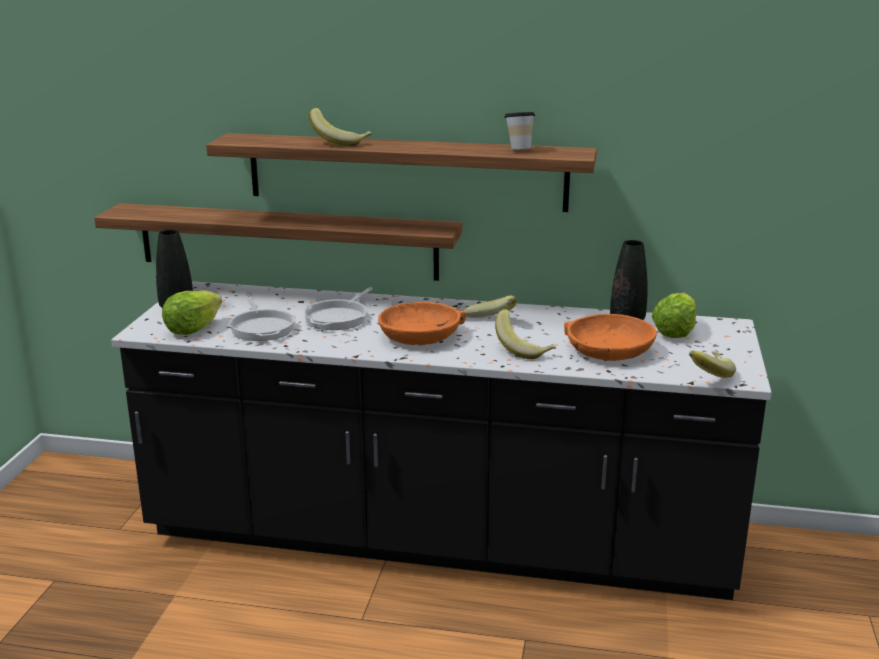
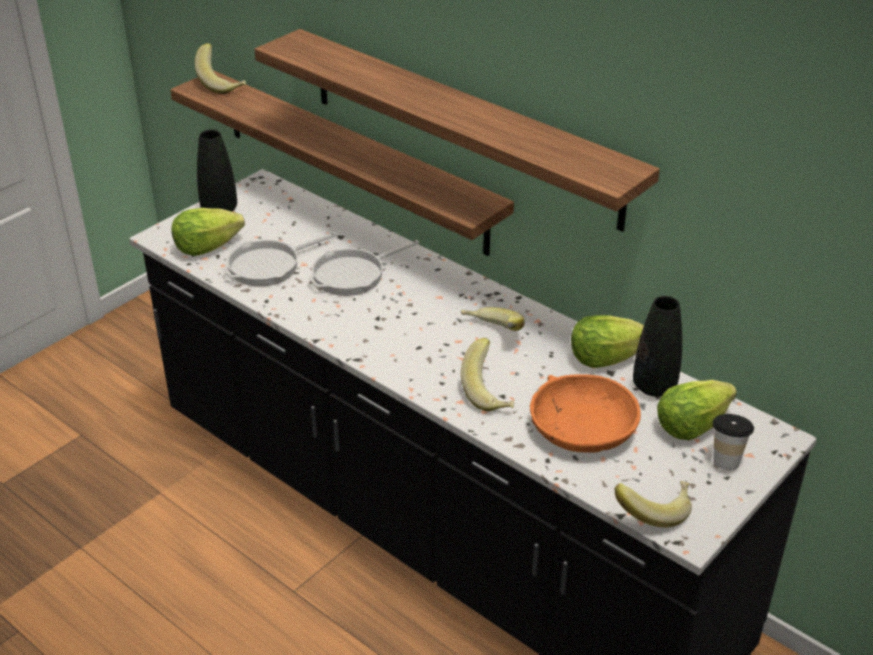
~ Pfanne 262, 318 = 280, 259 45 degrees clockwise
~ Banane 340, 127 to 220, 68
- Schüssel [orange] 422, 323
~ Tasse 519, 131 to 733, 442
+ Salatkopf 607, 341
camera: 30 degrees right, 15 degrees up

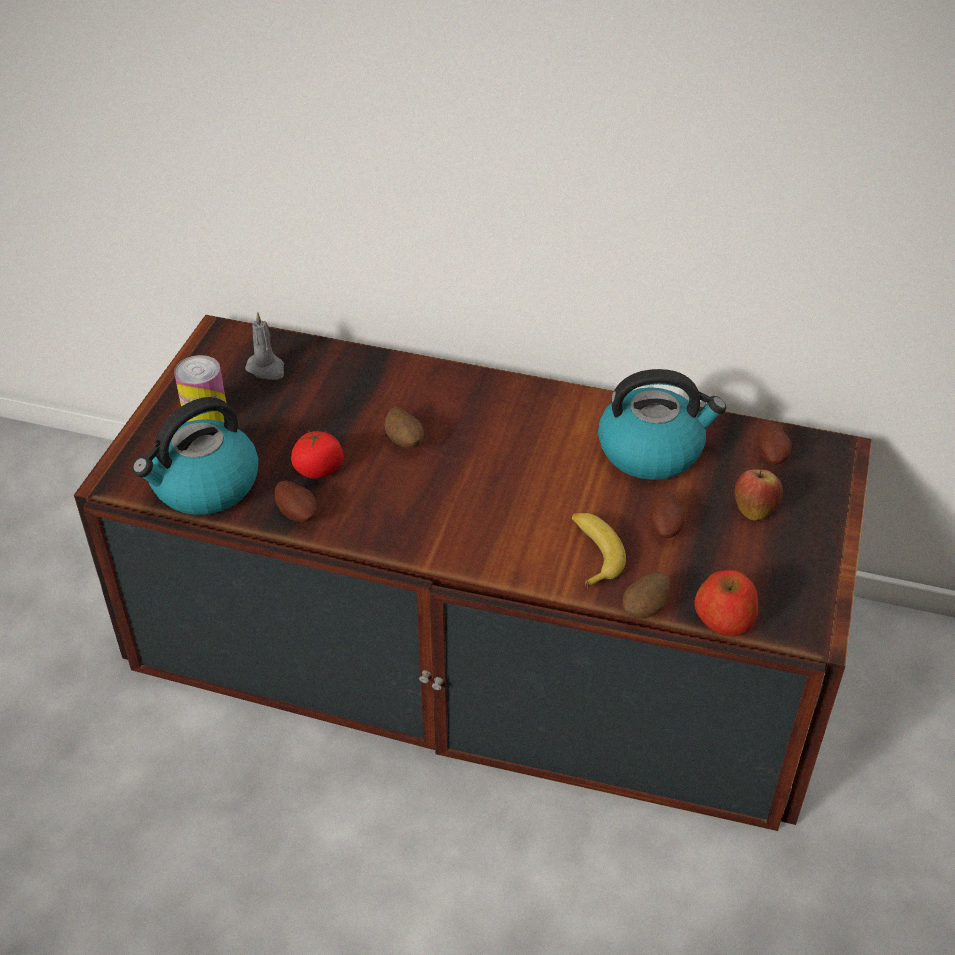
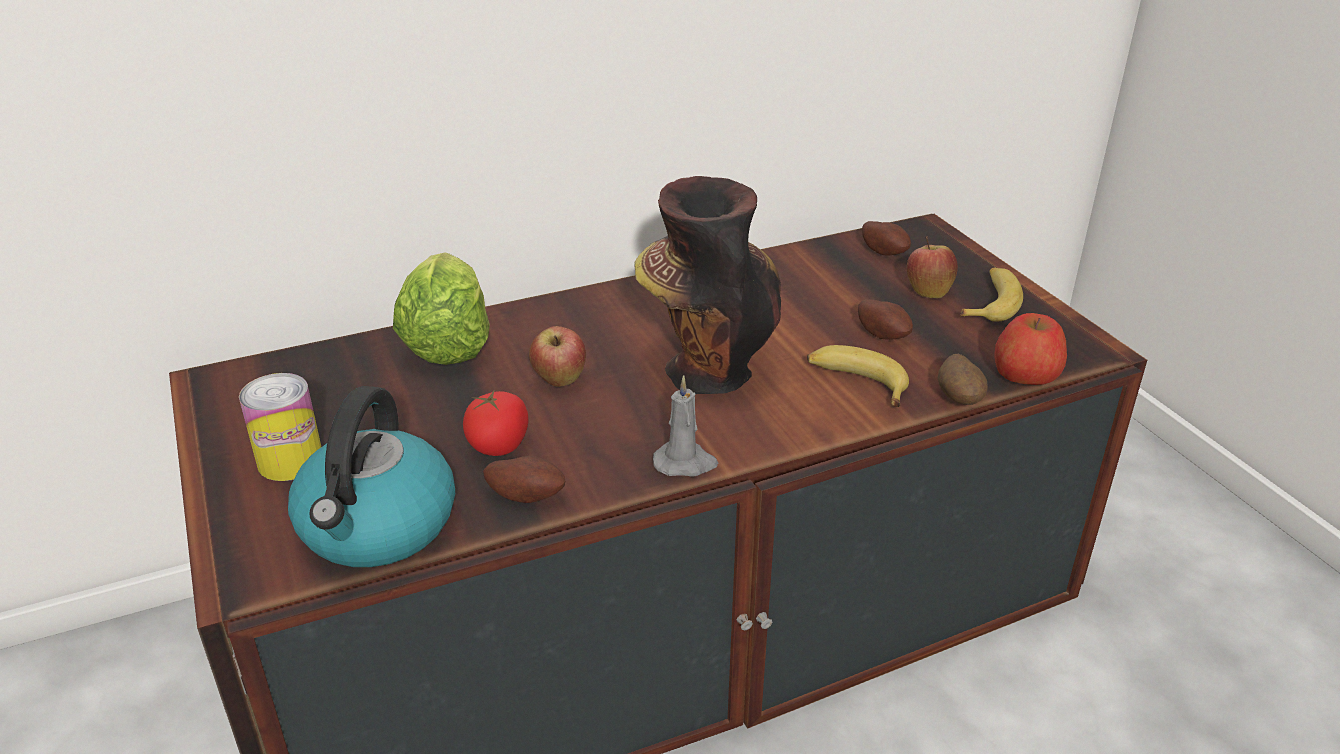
~ Kerze [grau] 264, 345 to 685, 426
~ Kartoffel 404, 427 to Apfel 557, 356
- Wasserkessel 662, 424
+ Salatkopf 441, 308
+ Vase 707, 285
+ Banane 991, 295
camera: 40 degrees left, 10 degrees down

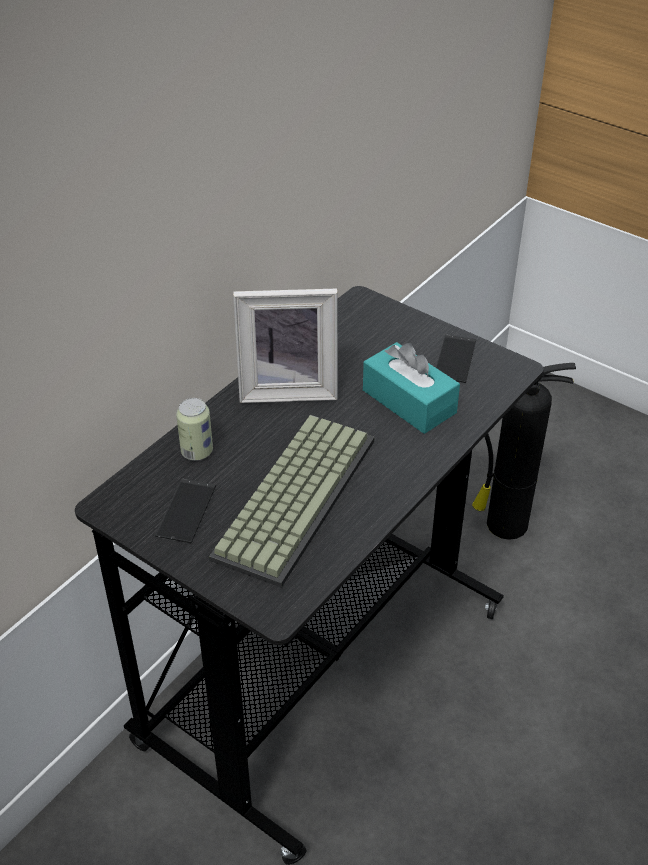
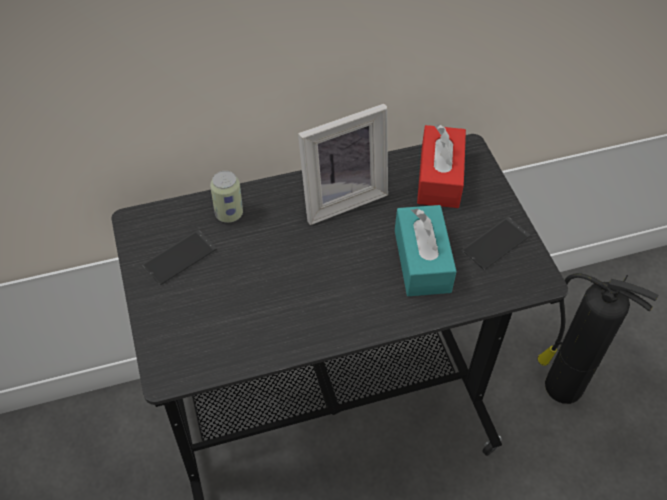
- Tastatur 292, 501
~ Bilderrahmen 285, 346 = 343, 164 60 degrees counterclockwise
+ Taschentuchbox [rot] 441, 166
camera: 35 degrees right, 10 degrees up

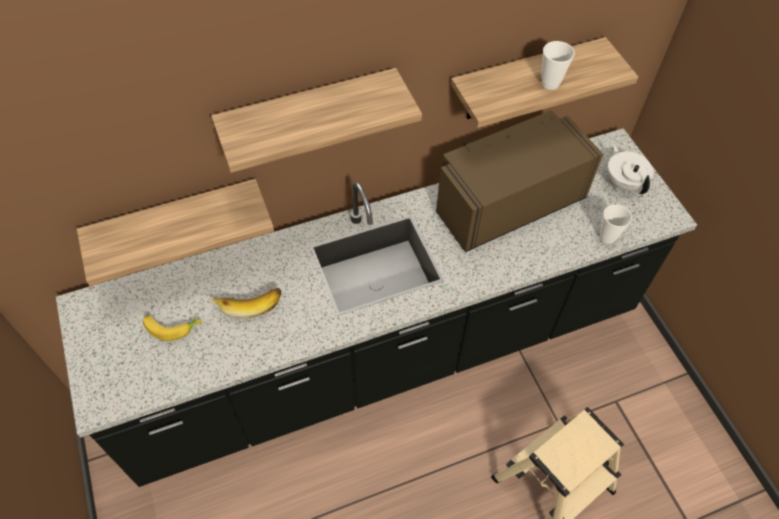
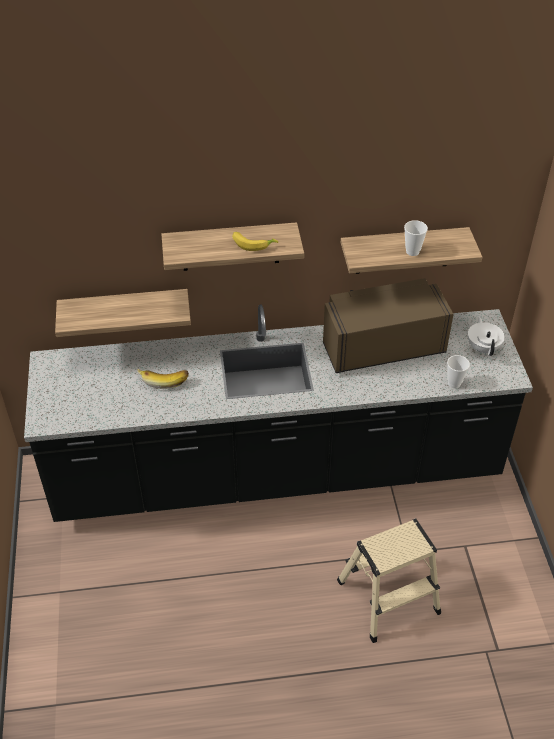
~ Banane 173, 328 to 255, 241
camera: 15 degrees right, 10 degrees down

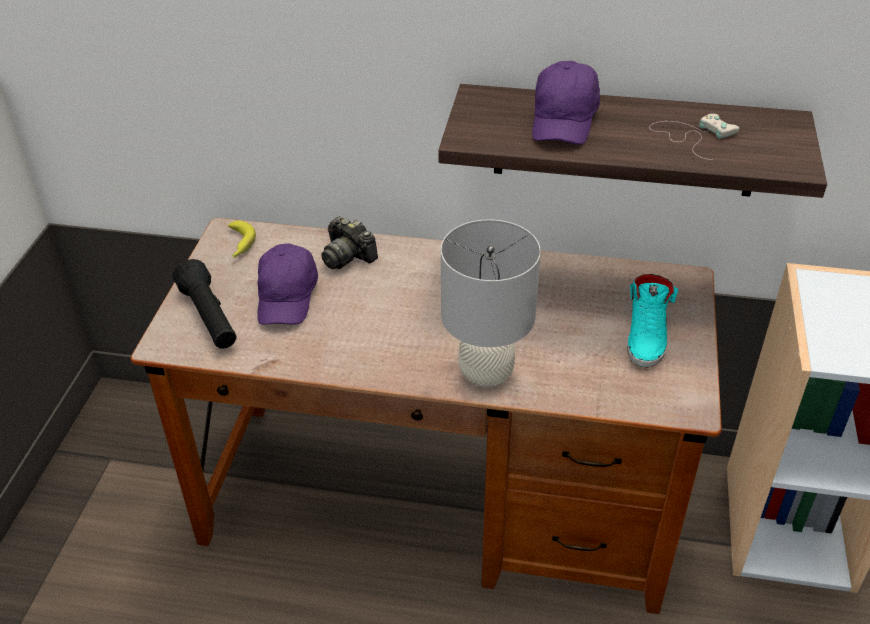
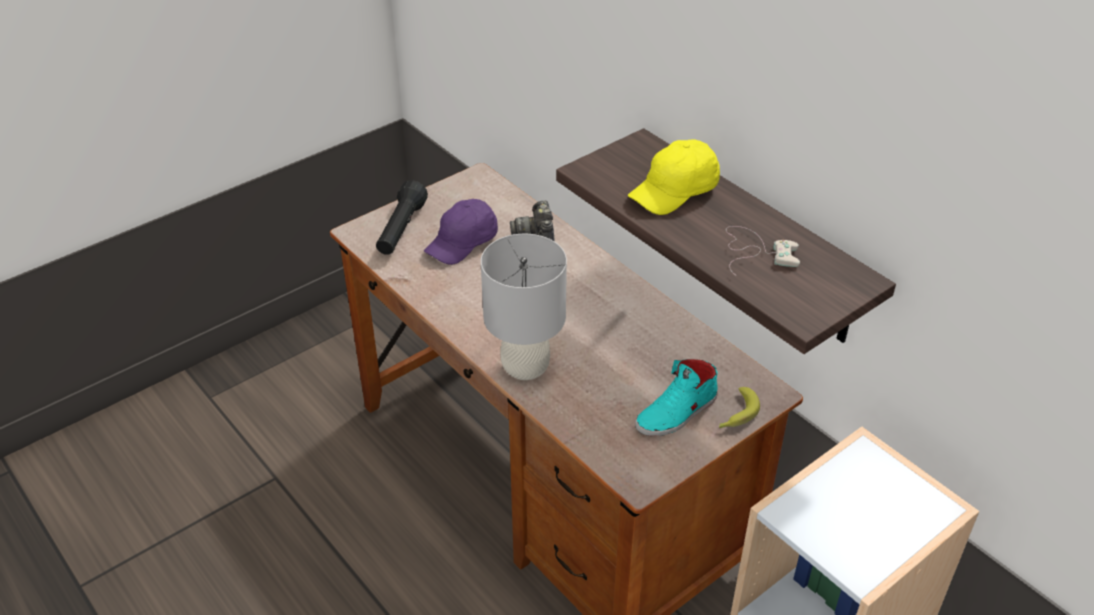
~ Banane 242, 239 to 739, 407
~ Kappe [lila] 566, 103 to Kappe [gelb] 674, 177
camera: 40 degrees right, 0 degrees up

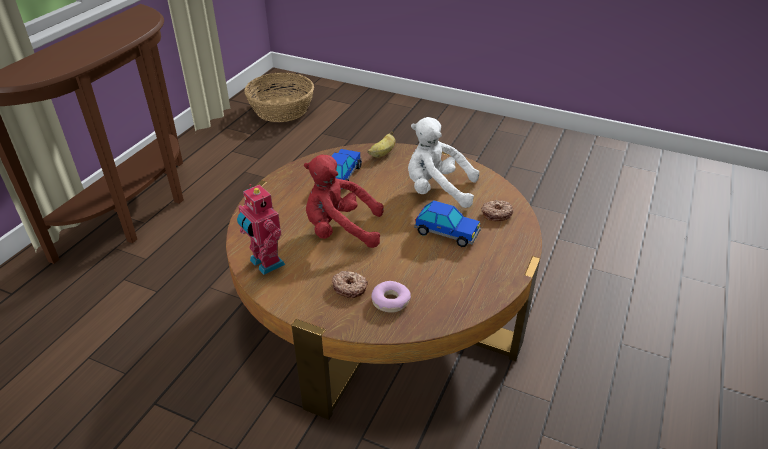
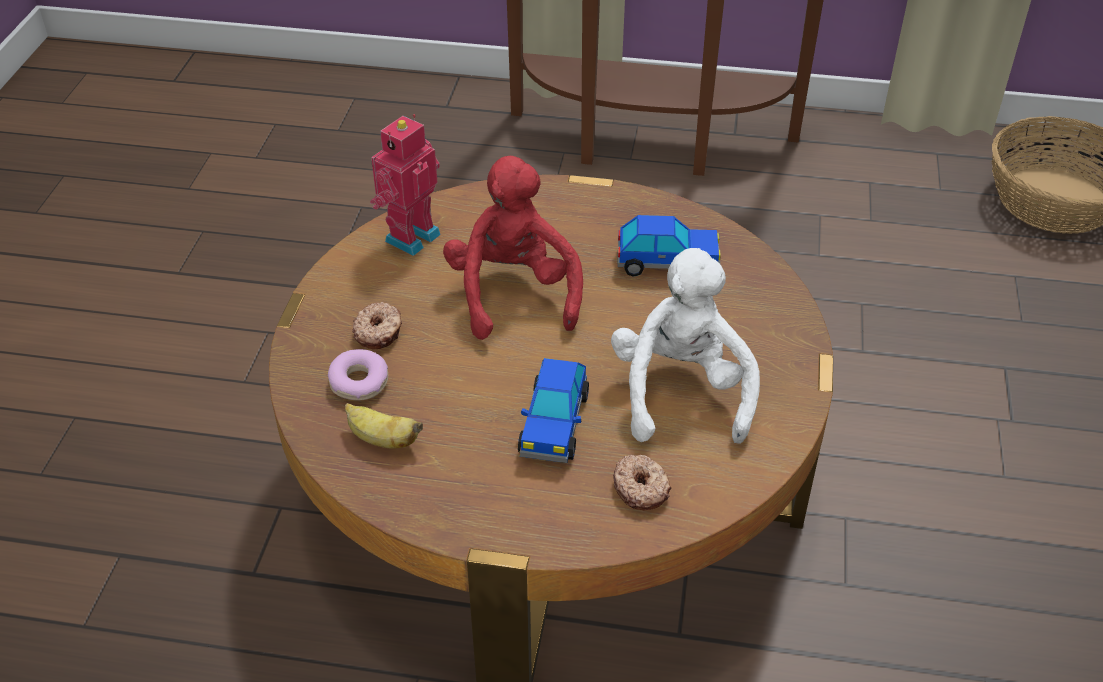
~ Banane 381, 144 to 384, 426
camera: 75 degrees right, 5 degrees up

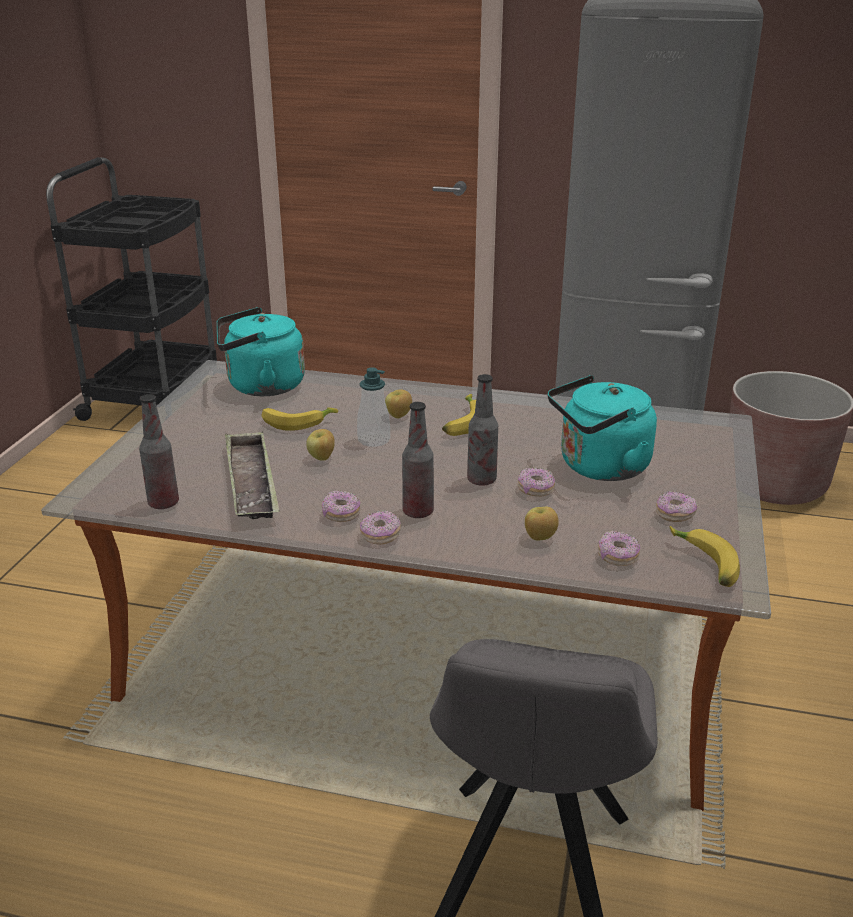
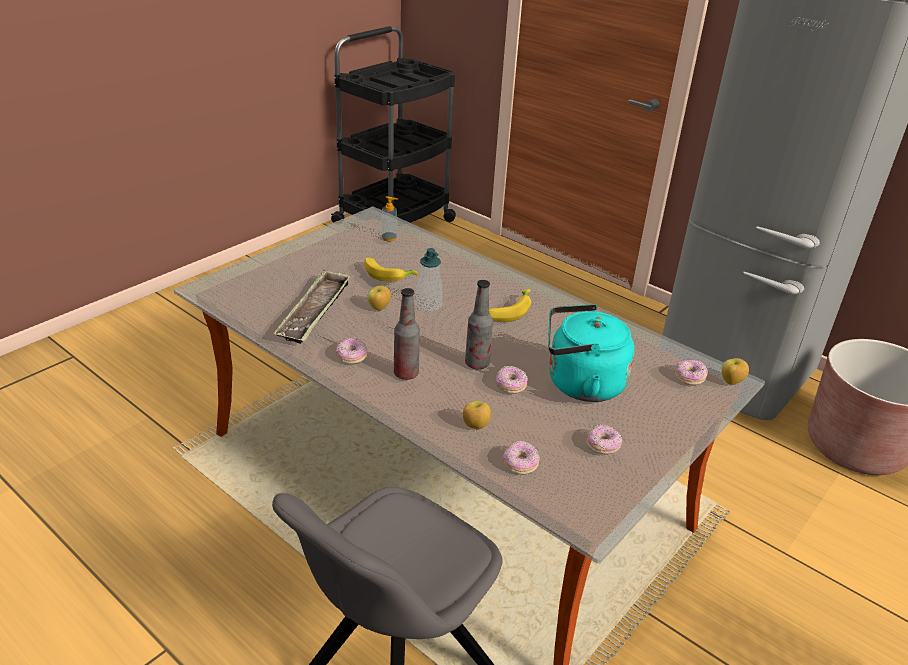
- Flasche 159, 451
~ Wasserkessel [türkis] 260, 351 to Seifenspender 389, 218
~ Donut 380, 528 to 691, 372
~ Apfel 398, 404 to 735, 371
- Banane 705, 556
camera: 25 degrees right, 5 degrees up

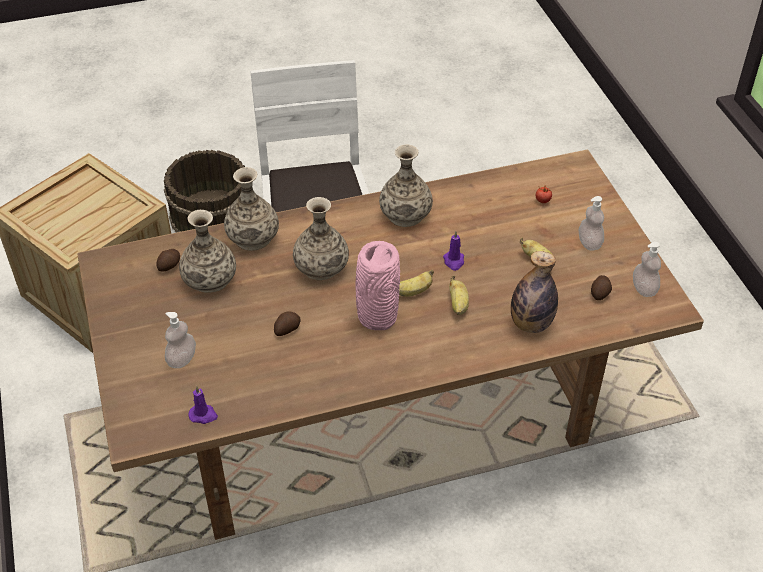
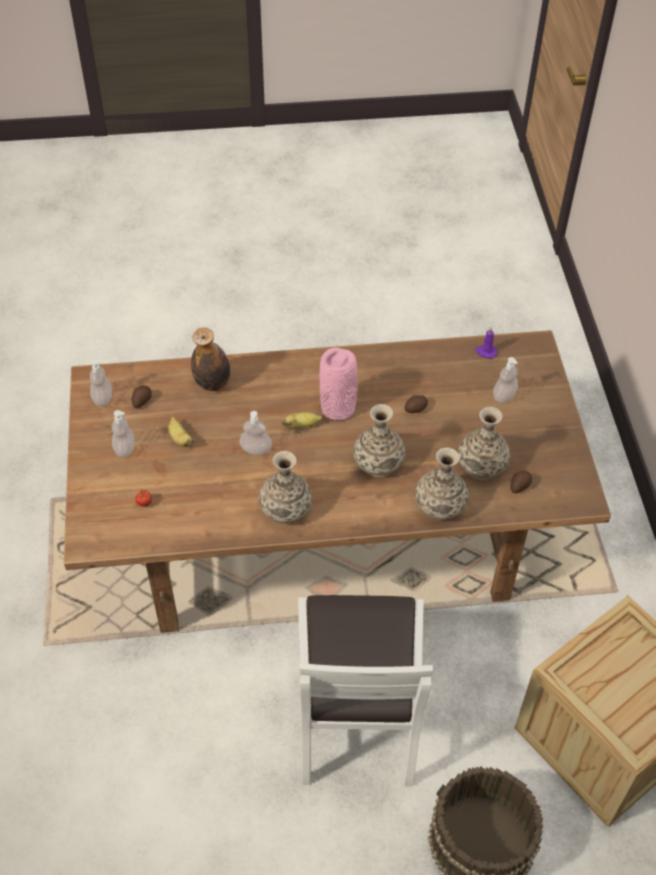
~ Kerze [lila] 453, 251 to Seifenspender 255, 433
- Banane 459, 295
camera: 170 degrees left, 5 degrees up

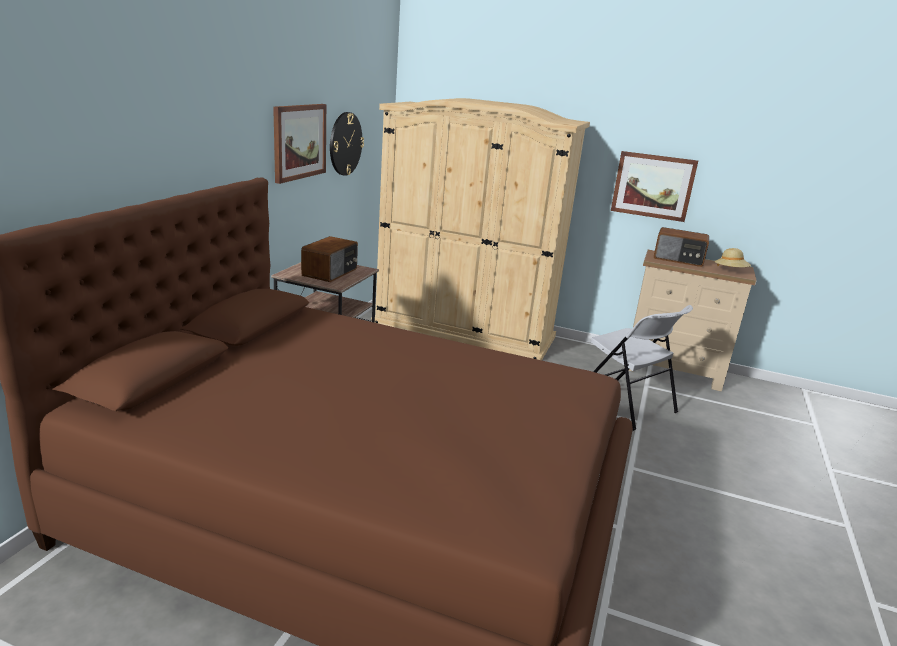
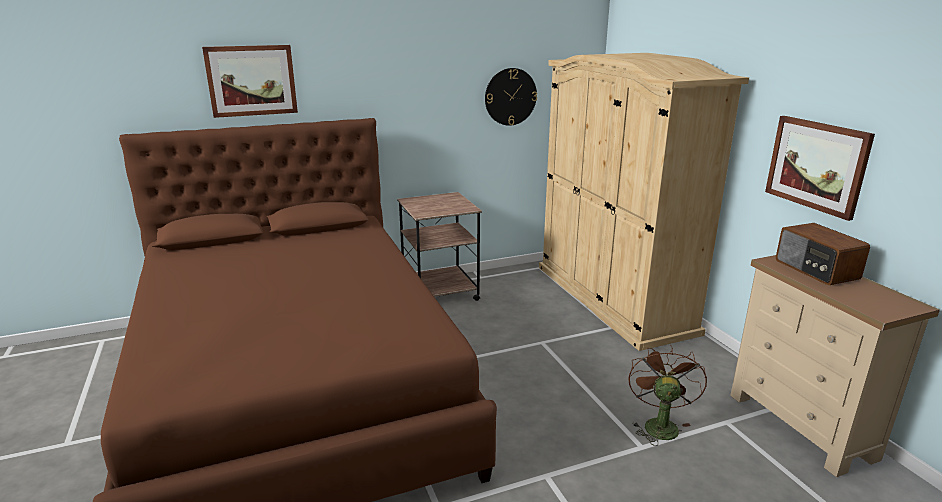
~ Bild 299, 144 to 250, 81
- Radio 329, 259
~ Stuhl [weiß] 642, 368 to Ventilator [braun] 667, 395
- Hut [beige] 733, 257
camera: 50 degrees right, 0 degrees up

